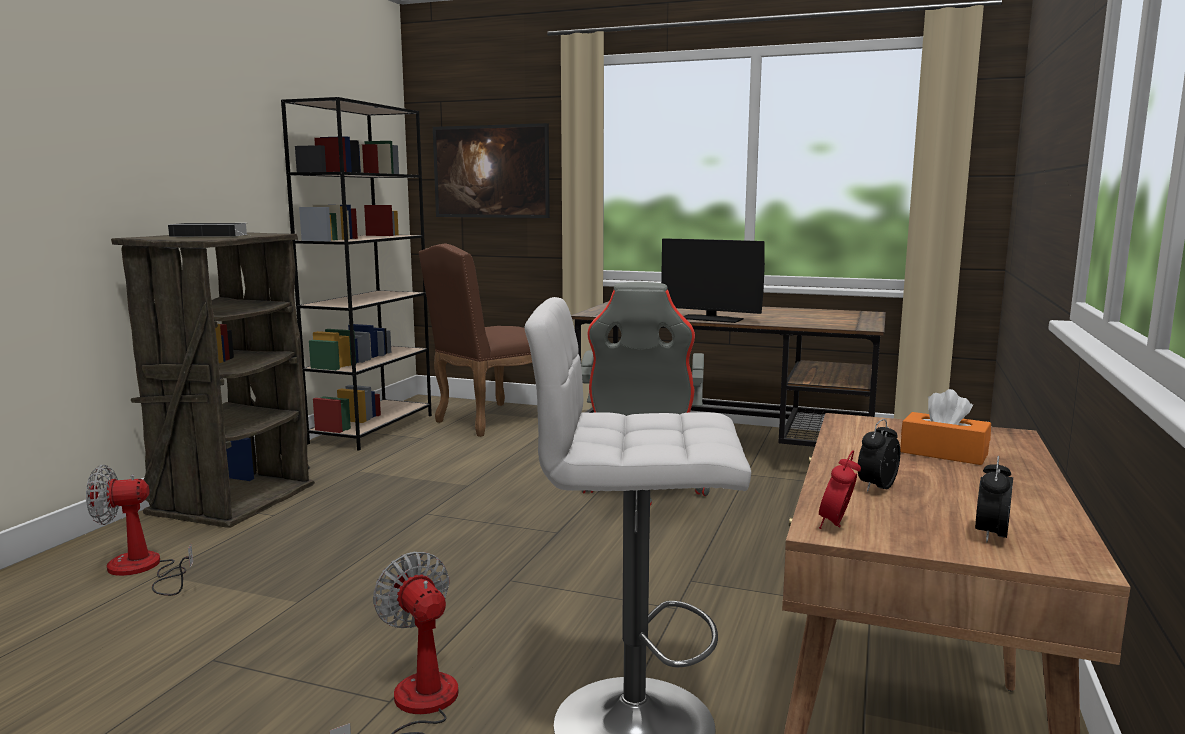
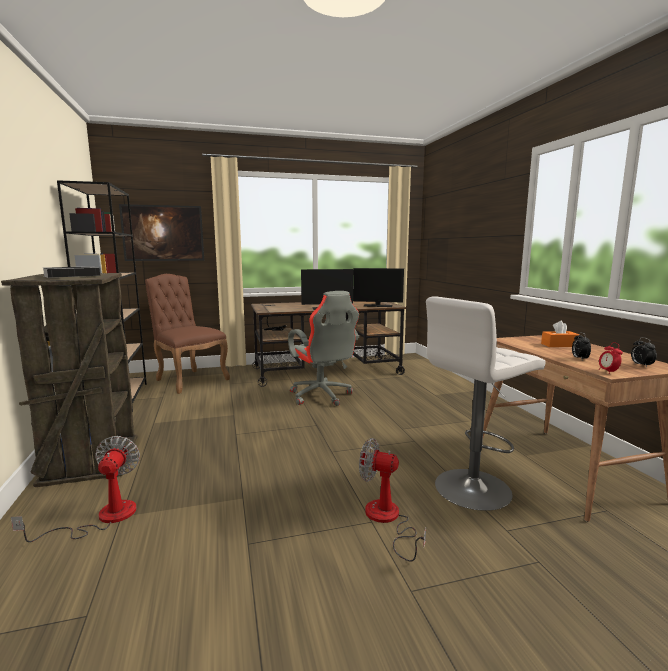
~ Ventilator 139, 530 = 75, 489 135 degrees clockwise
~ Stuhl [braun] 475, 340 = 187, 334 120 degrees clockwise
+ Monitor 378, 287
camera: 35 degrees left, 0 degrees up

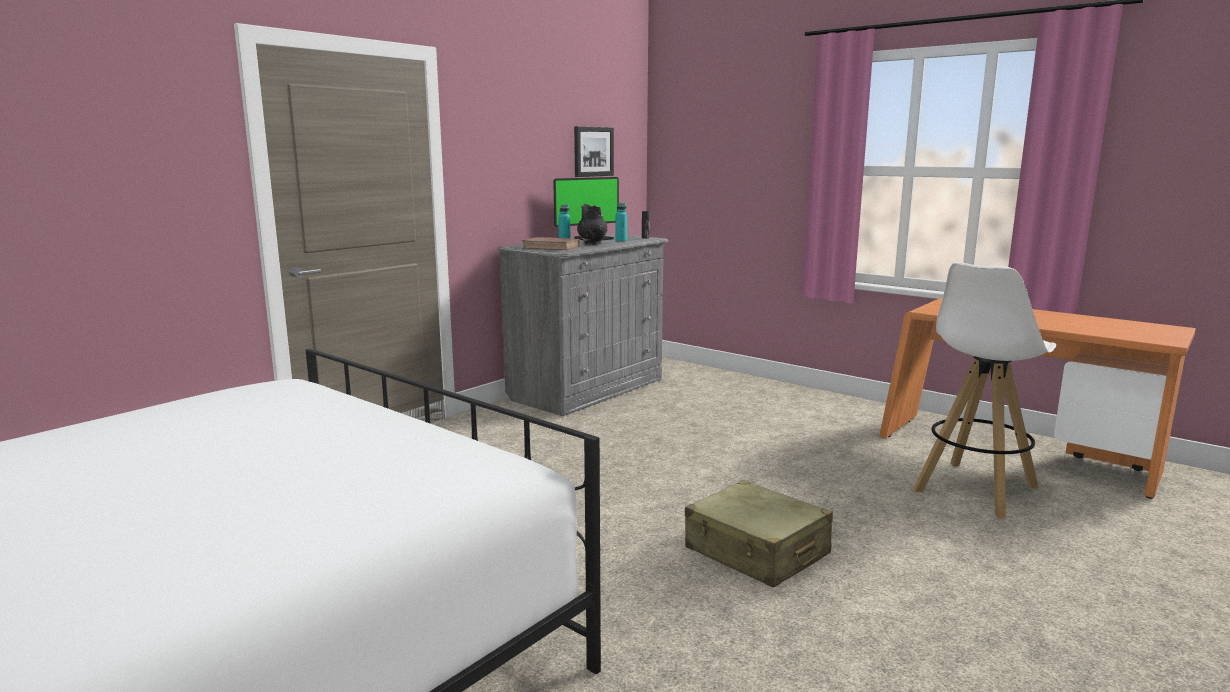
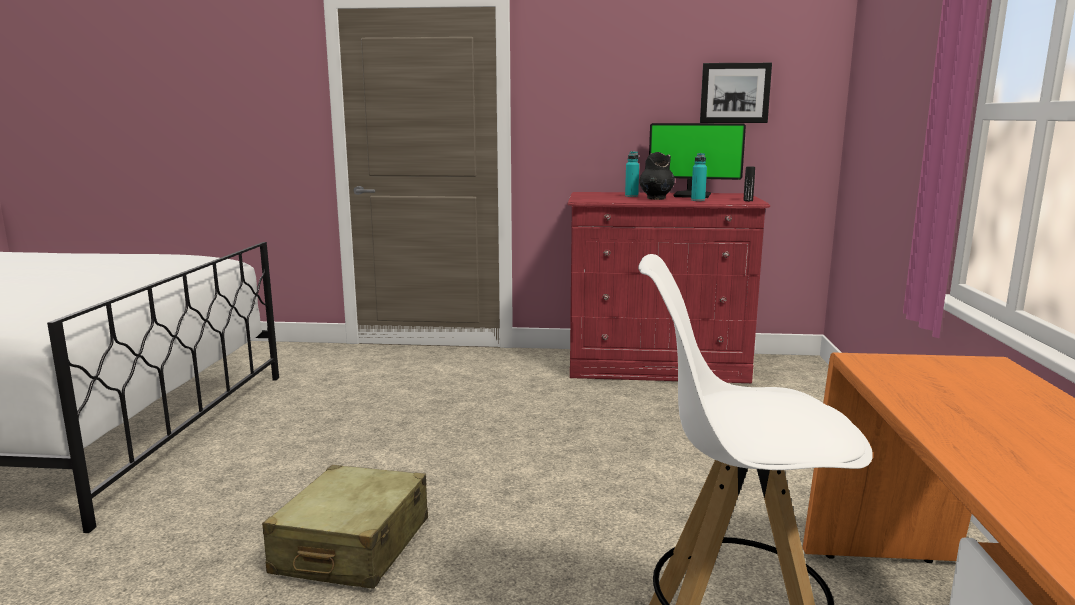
~ Kommode [grau] 582, 324 to Kommode [rot] 669, 287
- Buch [braun] 551, 243
camera: 55 degrees right, 0 degrees up

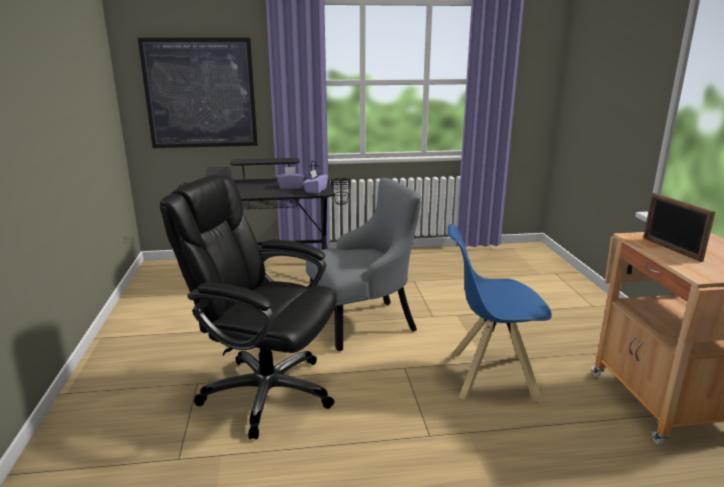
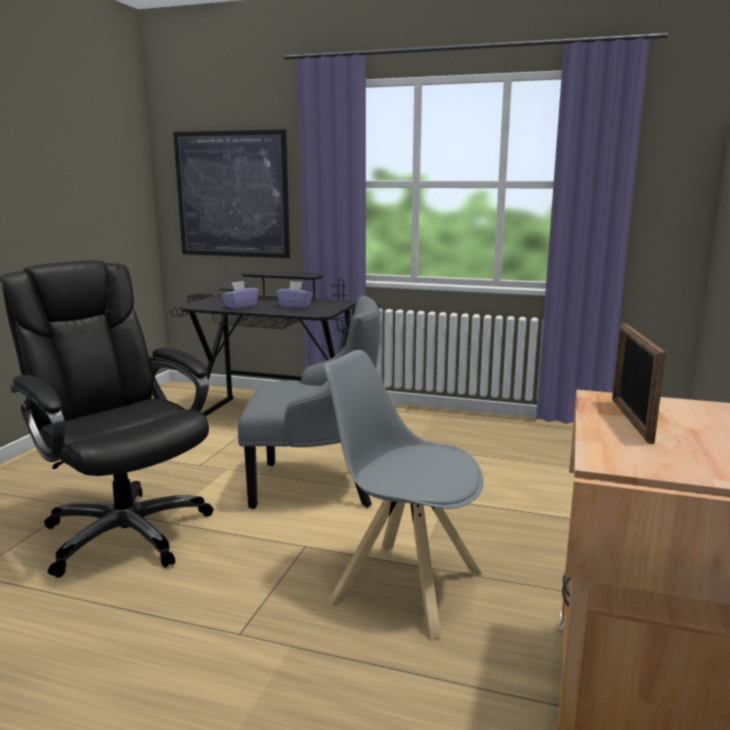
~ Taschentuchbox [lila] 315, 182 to 240, 295
~ Stuhl [blau] 500, 313 to Stuhl [grau] 403, 494
camera: 25 degrees right, 5 degrees down

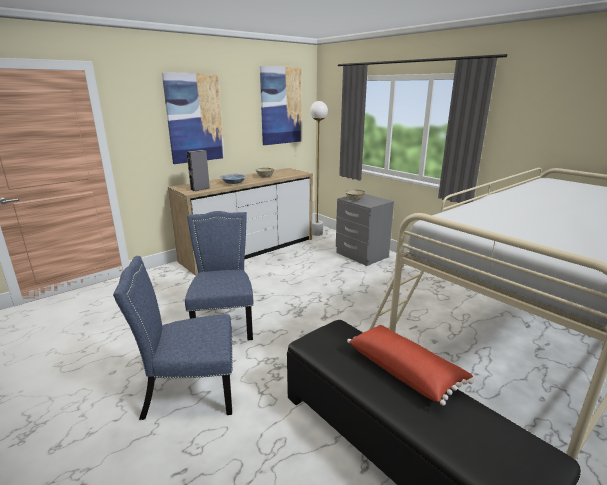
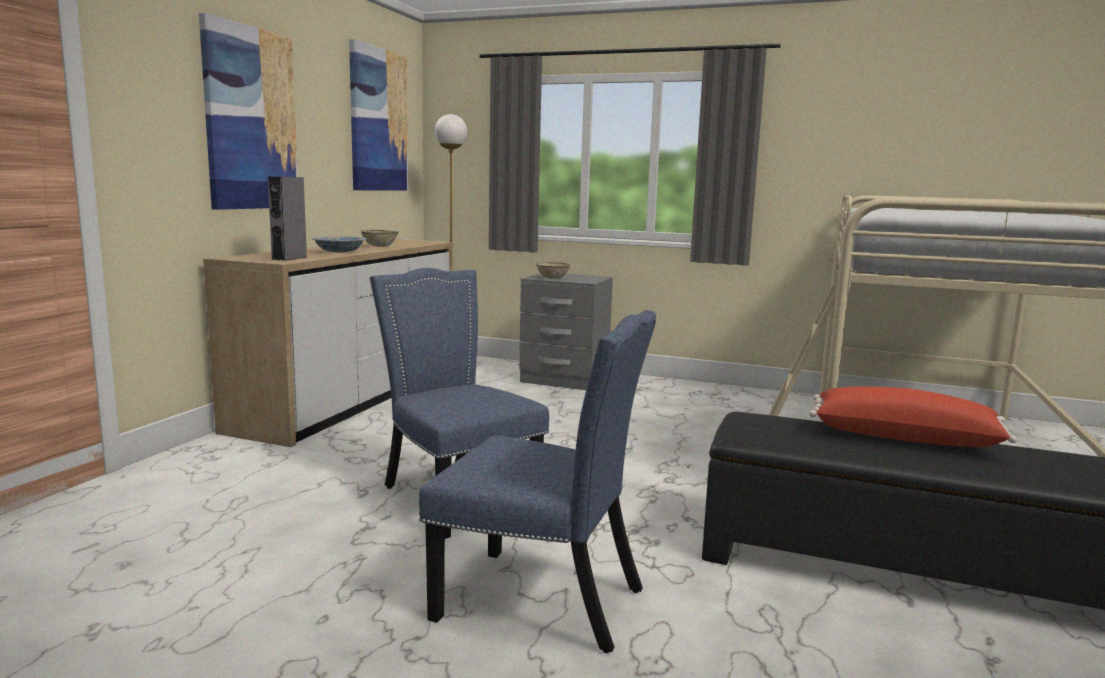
~ Stuhl [blau] 172, 338 = 537, 481 120 degrees counterclockwise
camera: 30 degrees left, 10 degrees down

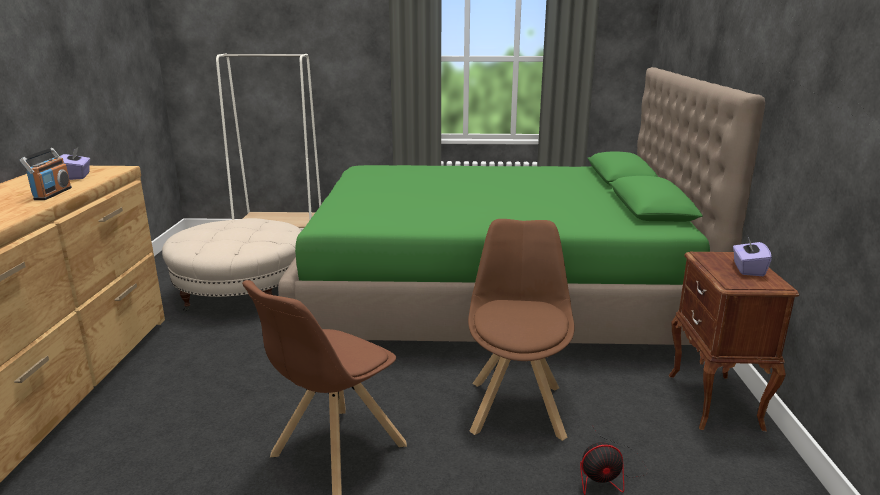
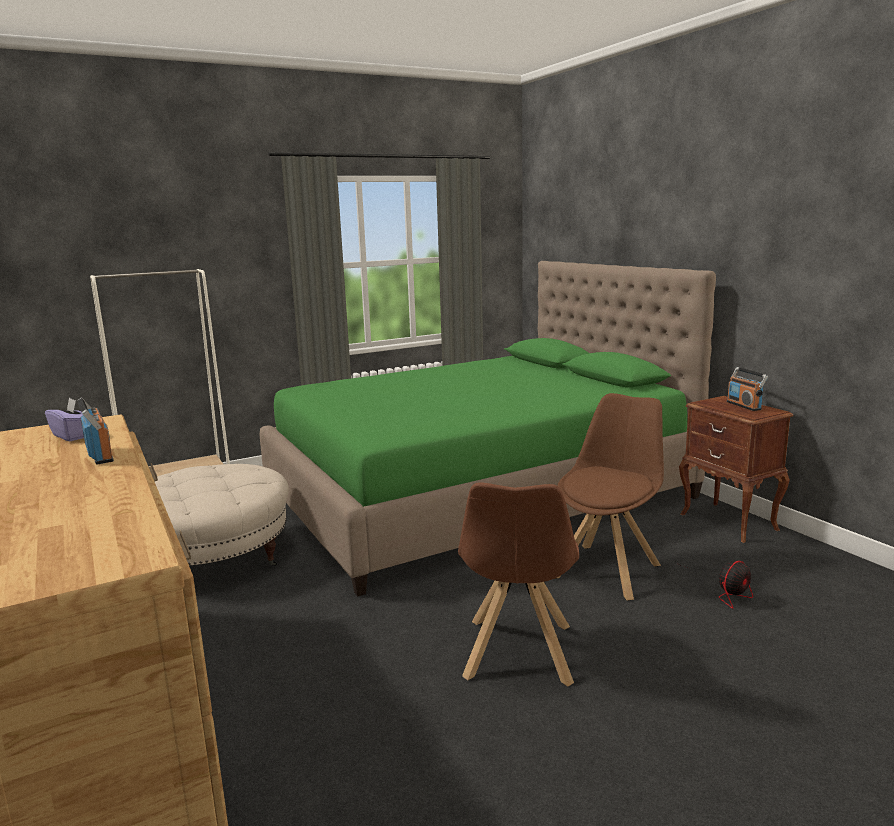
~ Stuhl [braun] 521, 330 = 609, 497 60 degrees clockwise
~ Taschentuchbox [lila] 752, 256 to Radio 747, 389
camera: 30 degrees left, 5 degrees down

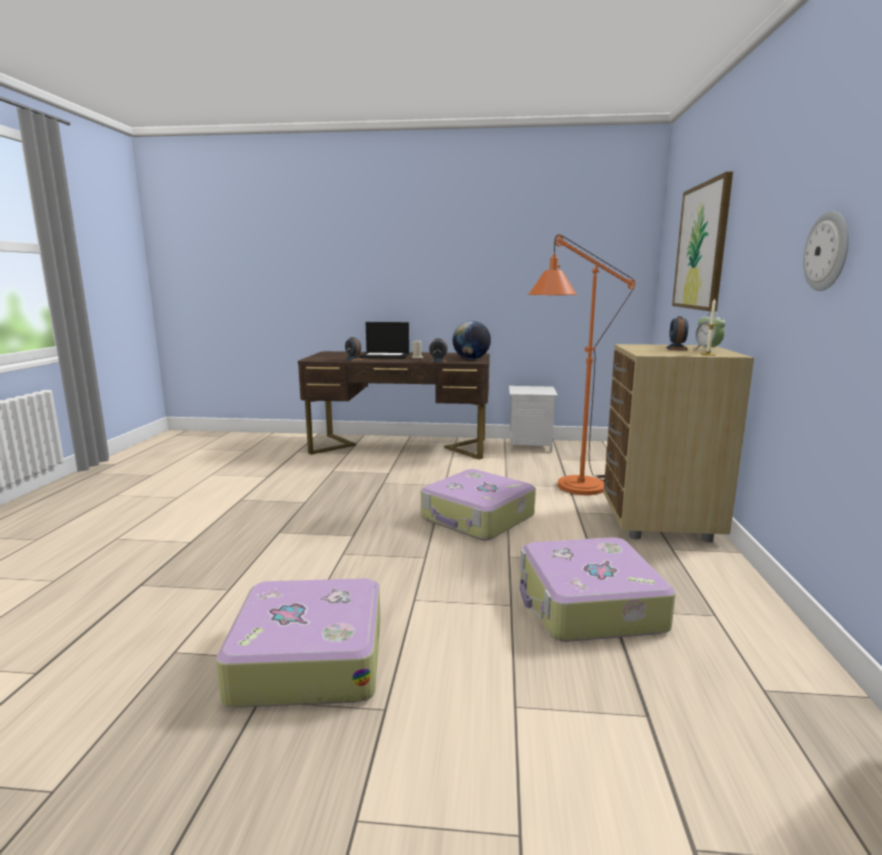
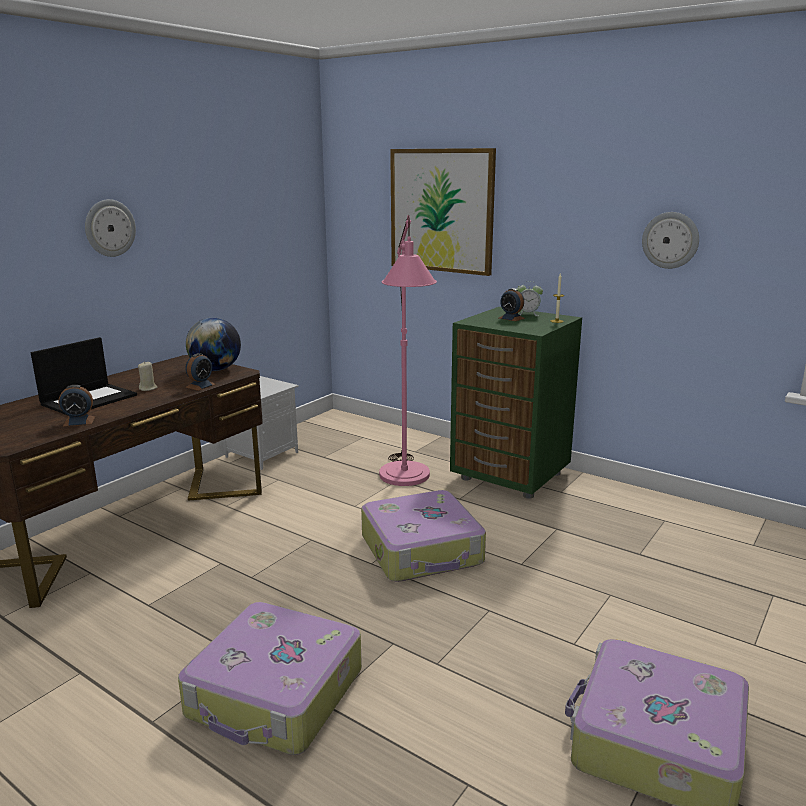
~ Koffer 598, 589 to 270, 678
~ Stehlampe [orange] 581, 364 to Stehlampe [rosa] 408, 350
~ Kommode [braun] 679, 443 to Kommode [grün] 516, 403
+ Wanduhr 110, 228
camera: 60 degrees left, 5 degrees up

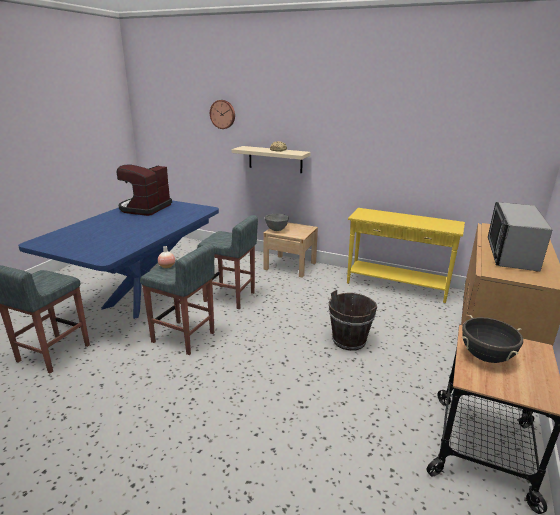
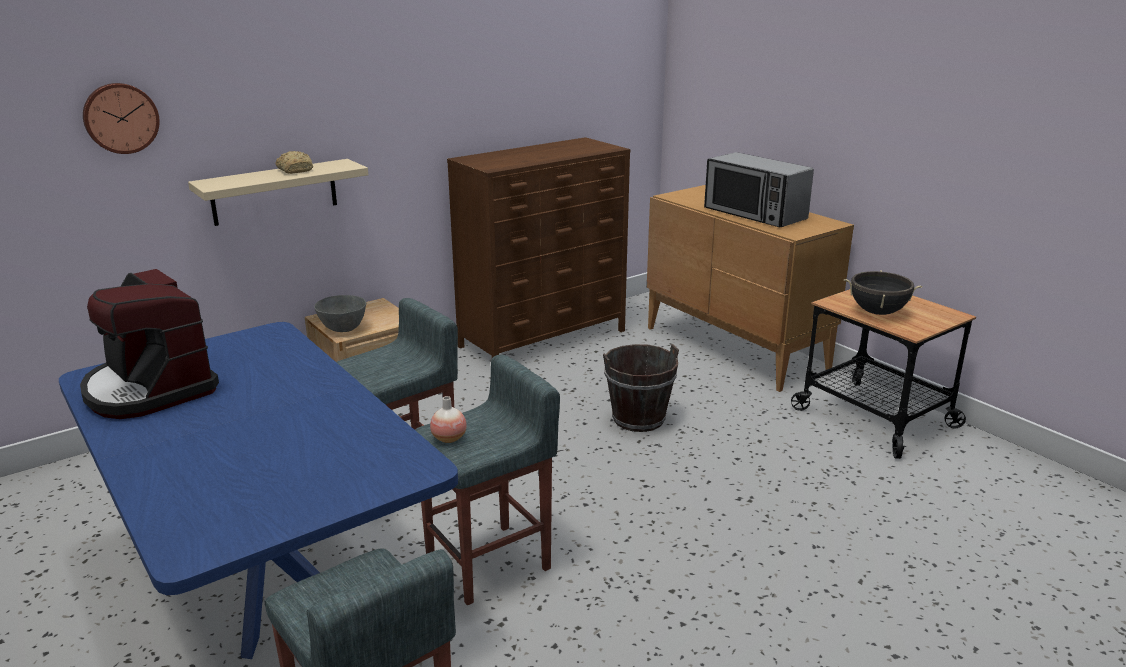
~ Konsolentisch [gelb] 406, 256 to Kommode [braun] 538, 247
camera: 60 degrees left, 0 degrees up

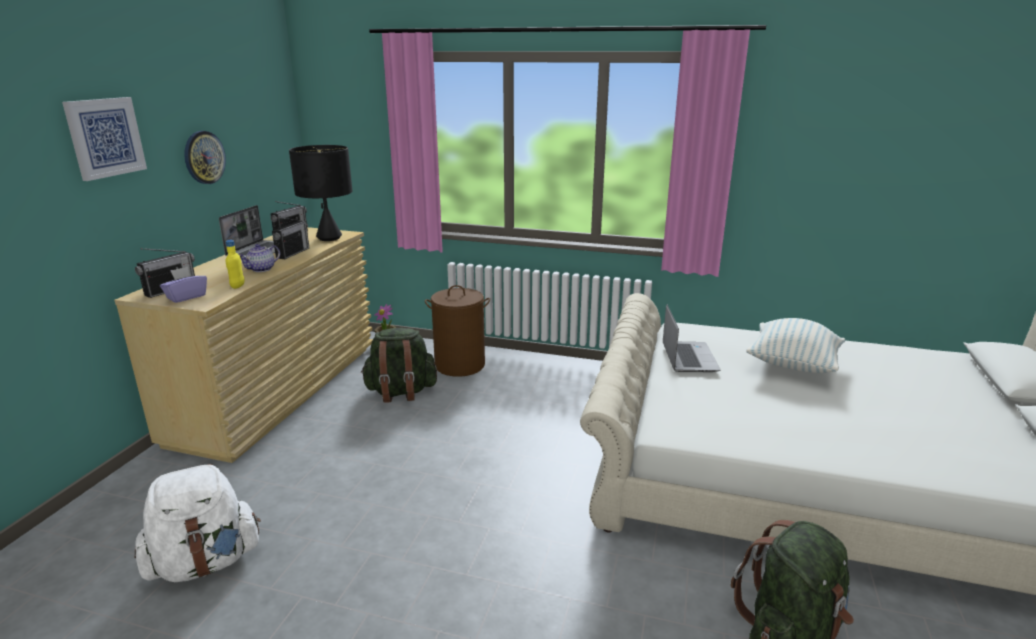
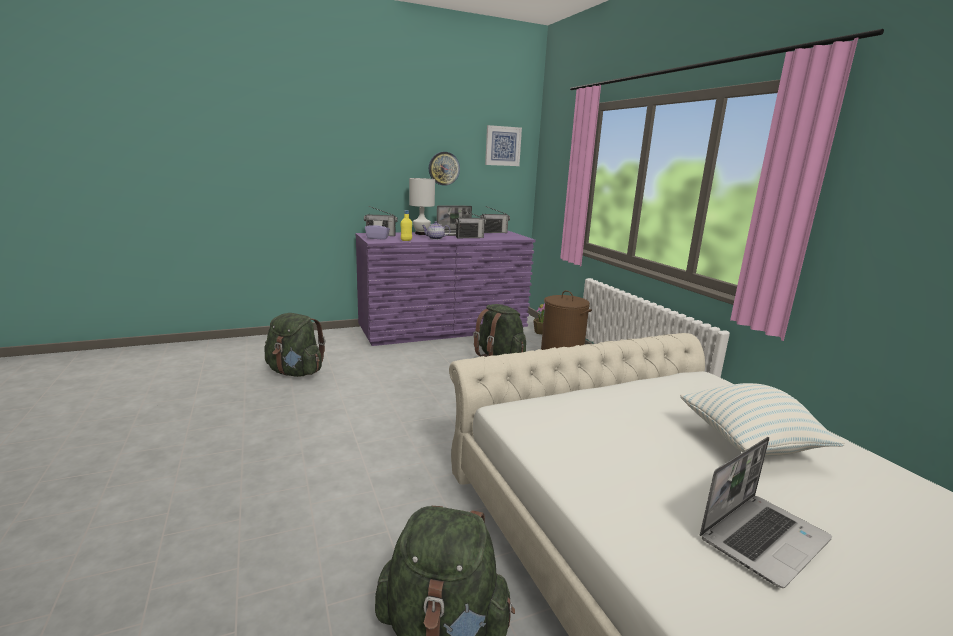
~ Bild 104, 139 to 503, 145
~ Kommode [beige] 243, 345 to Kommode [lila] 445, 288
~ Rucksack [weiß] 197, 523 to Rucksack [grün] 294, 345
- Tischlampe [schwarz] 320, 193
~ Laptop 692, 338 to 766, 512
+ Tischlampe [weiß] 422, 206
camera: 50 degrees right, 5 degrees down

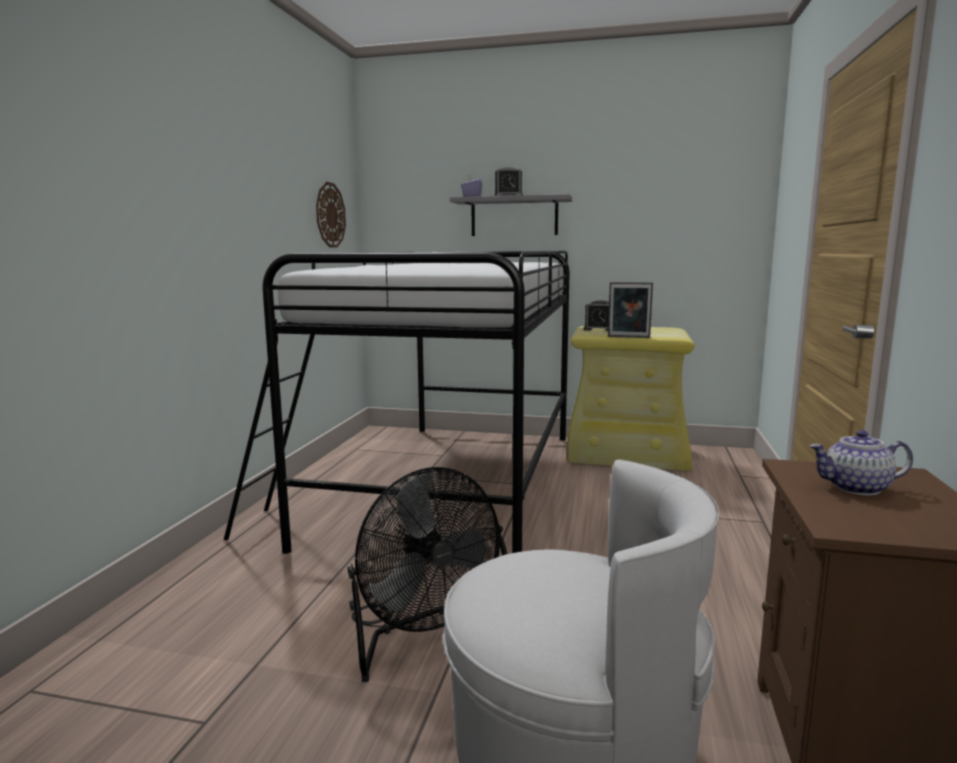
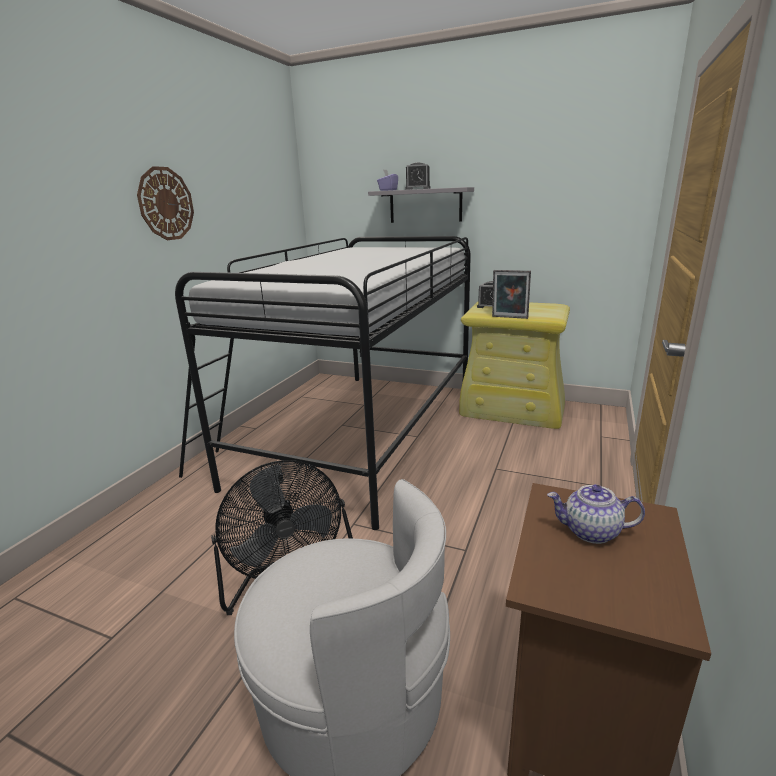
~ Wanduhr 331, 215 to 165, 203
camera: 10 degrees right, 10 degrees up

